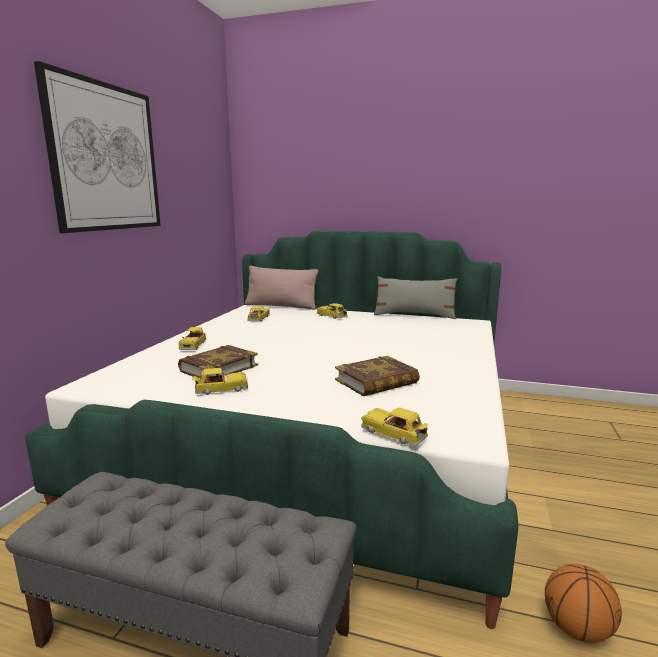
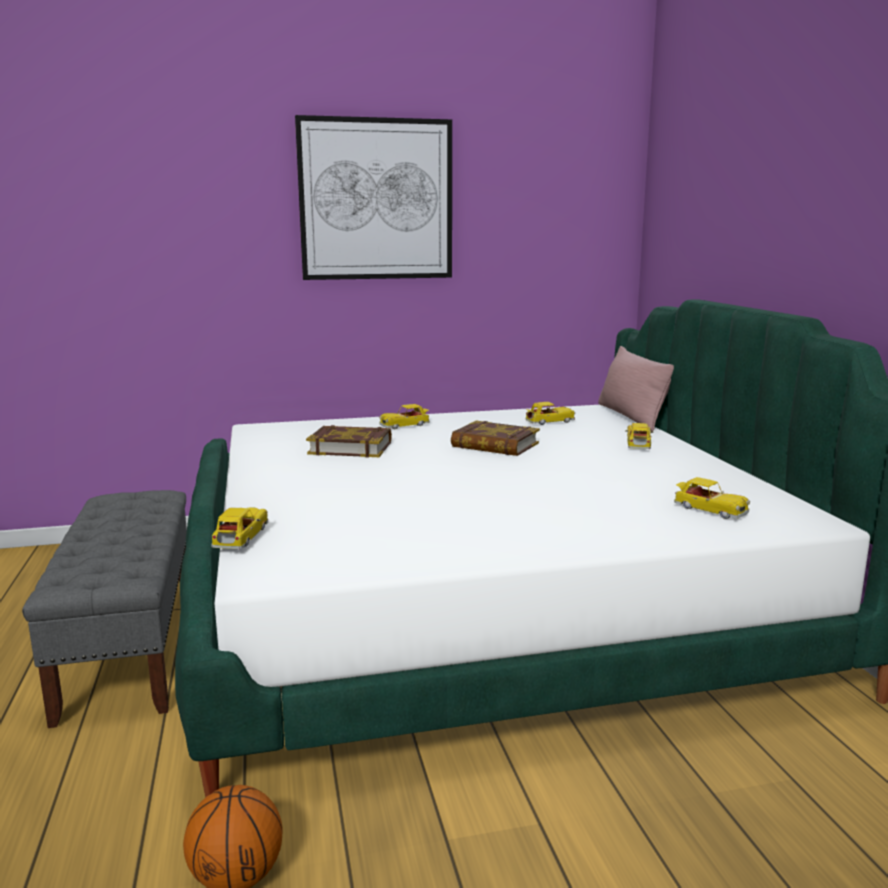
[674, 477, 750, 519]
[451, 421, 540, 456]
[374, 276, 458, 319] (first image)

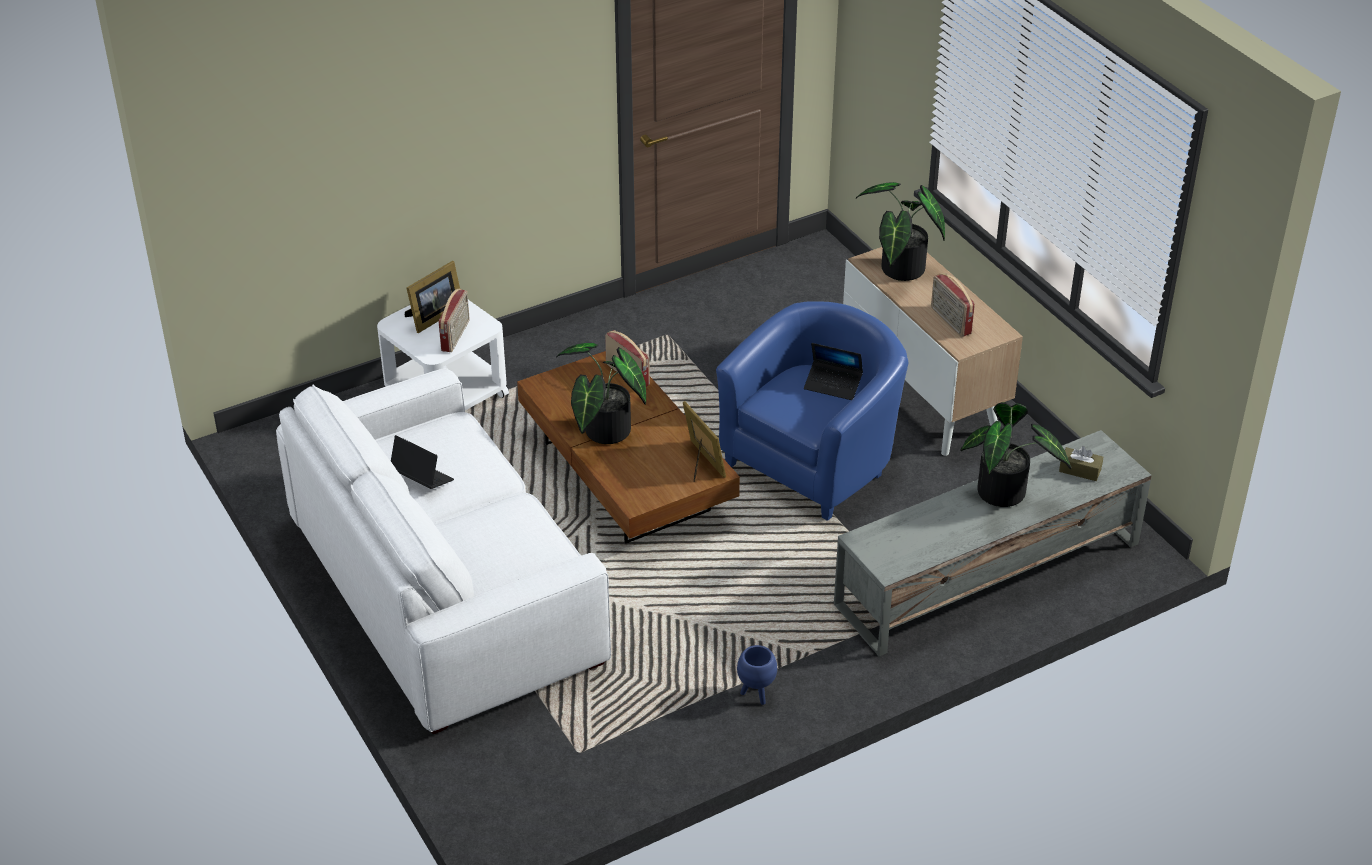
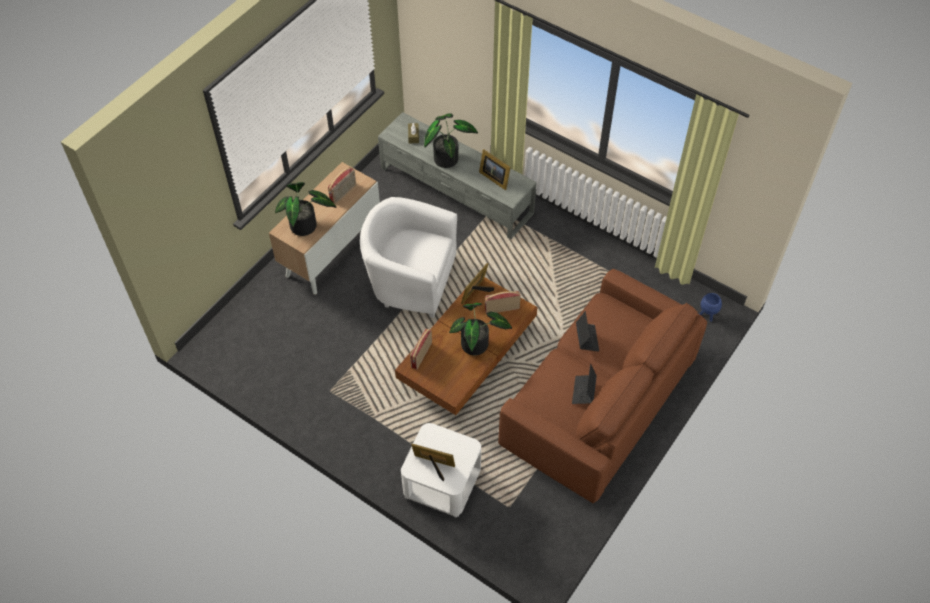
[498, 269, 707, 504]
[485, 291, 521, 313]
[360, 197, 457, 318]
[699, 293, 722, 322]
[576, 311, 599, 352]
[479, 149, 511, 190]

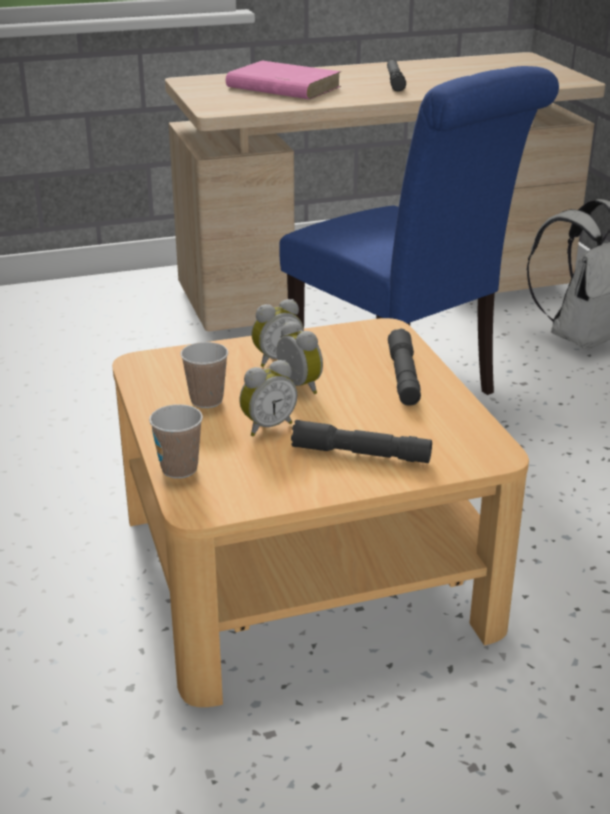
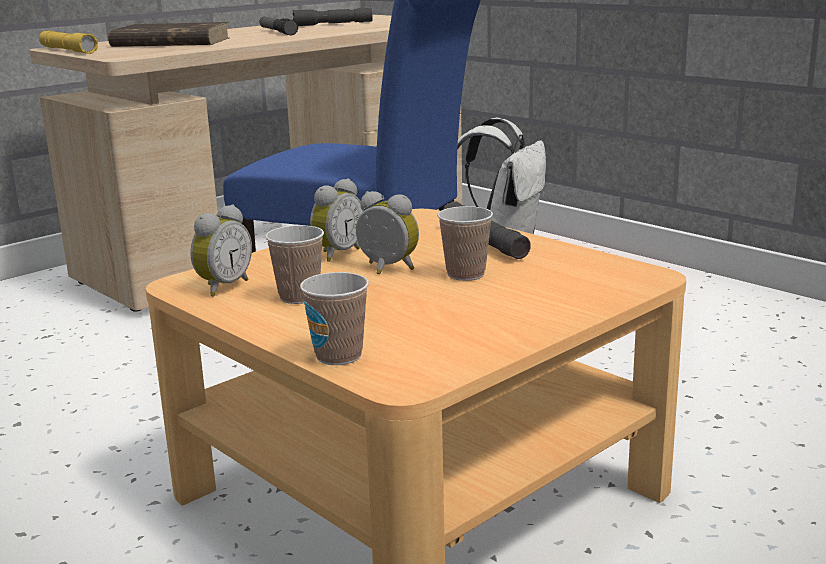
[108, 22, 230, 47]
[190, 205, 252, 296]
[293, 8, 373, 26]
[39, 31, 98, 54]
[437, 206, 493, 281]

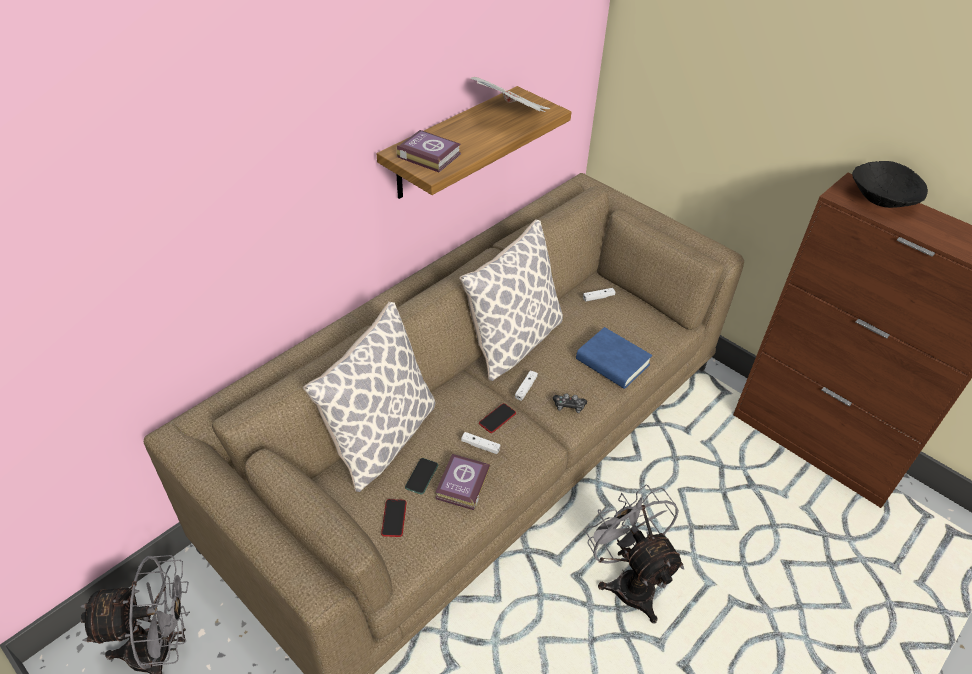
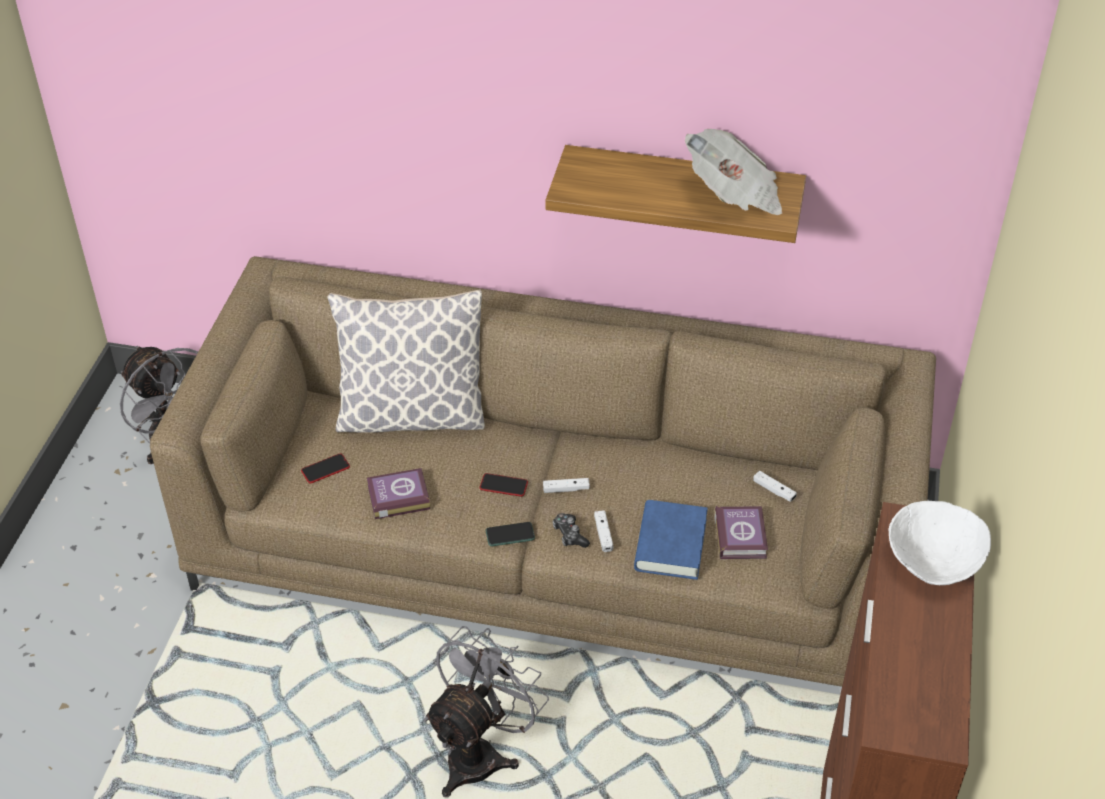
[715, 506, 768, 559]
[486, 522, 535, 546]
[459, 219, 563, 381] (first image)
[594, 510, 613, 552]
[888, 501, 991, 585]

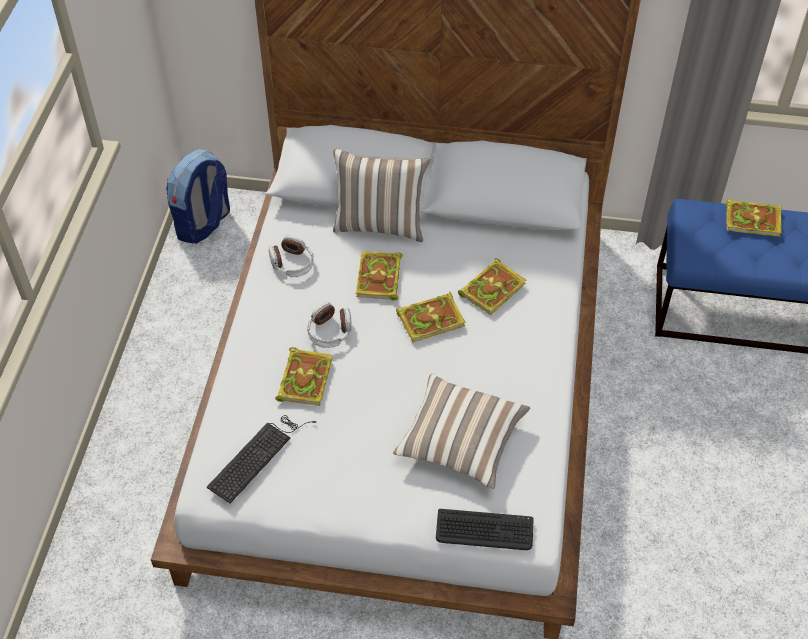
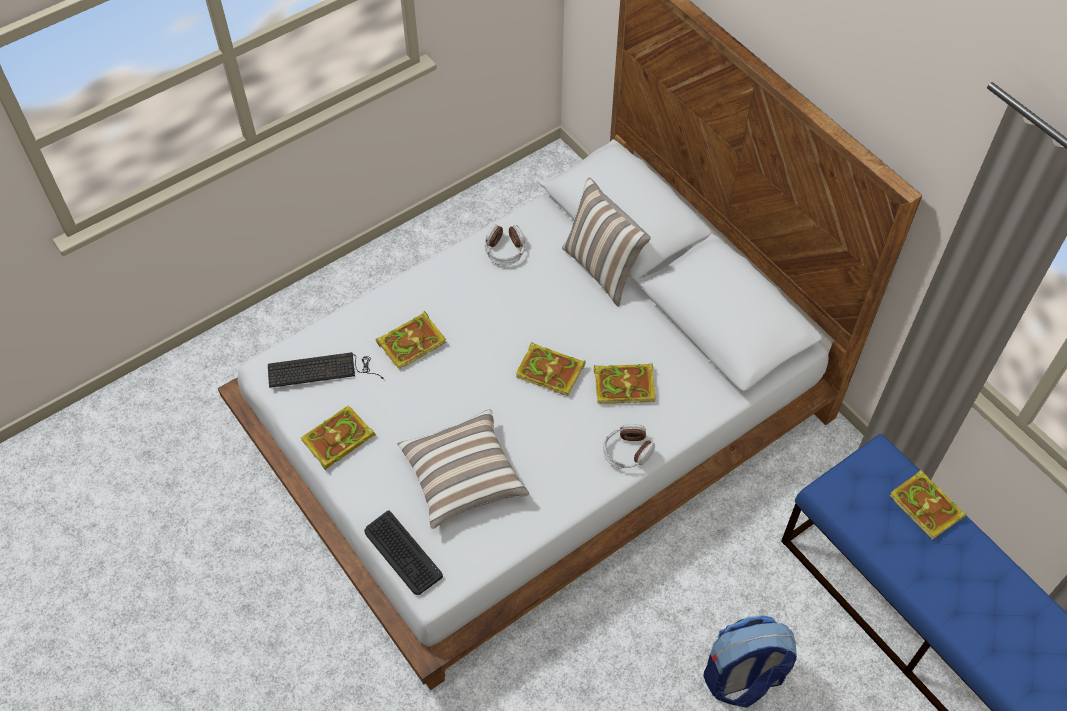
[703, 615, 797, 707]
[603, 424, 655, 469]
[301, 405, 376, 470]

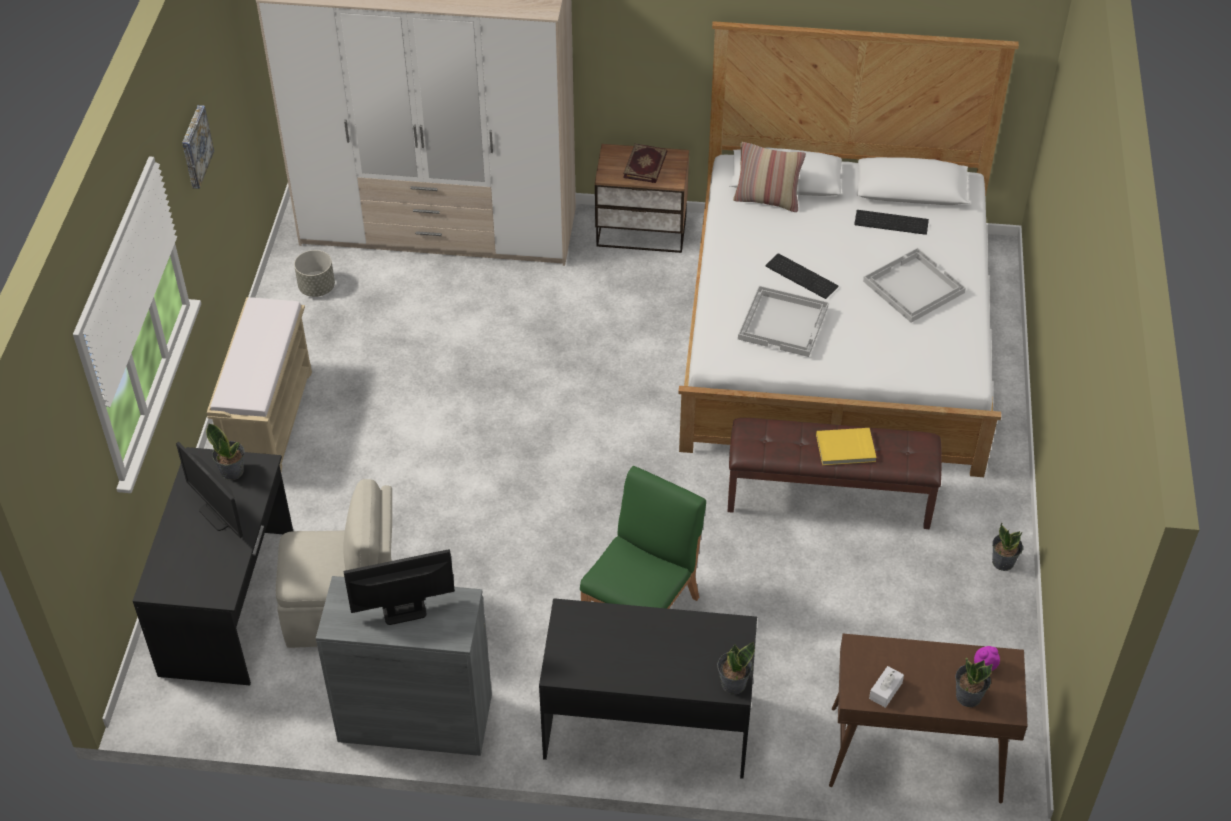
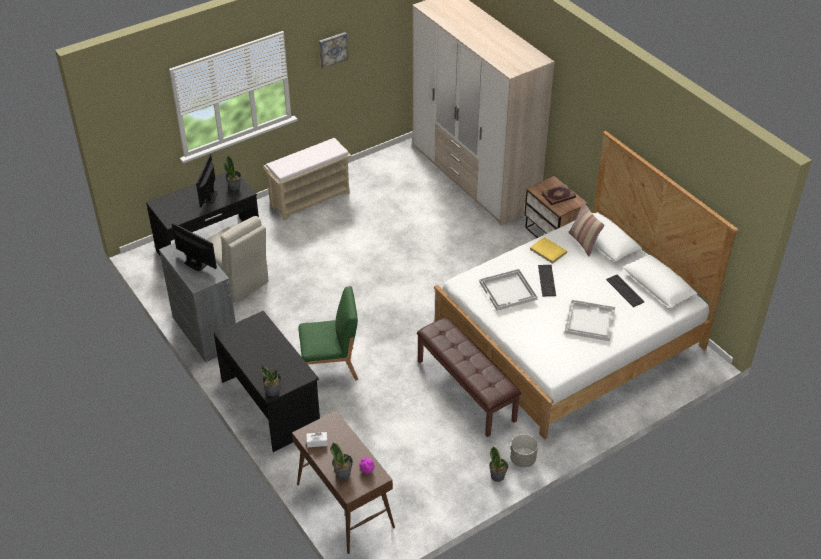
[510, 434, 538, 468]
[530, 237, 567, 264]

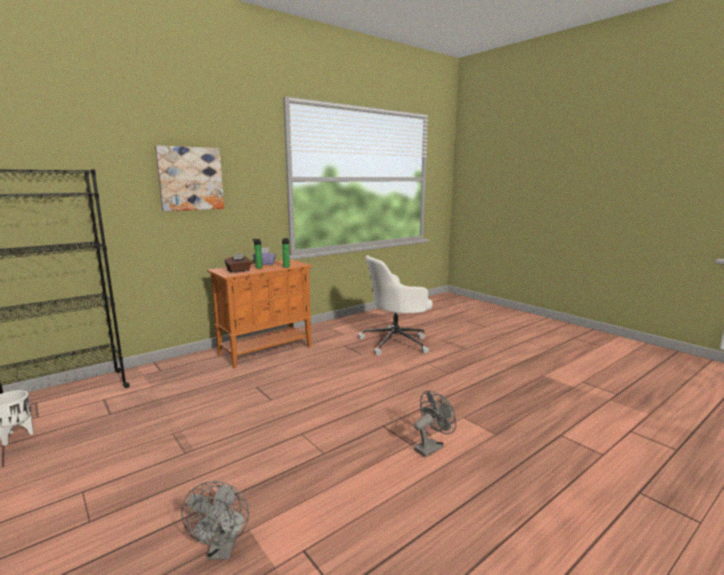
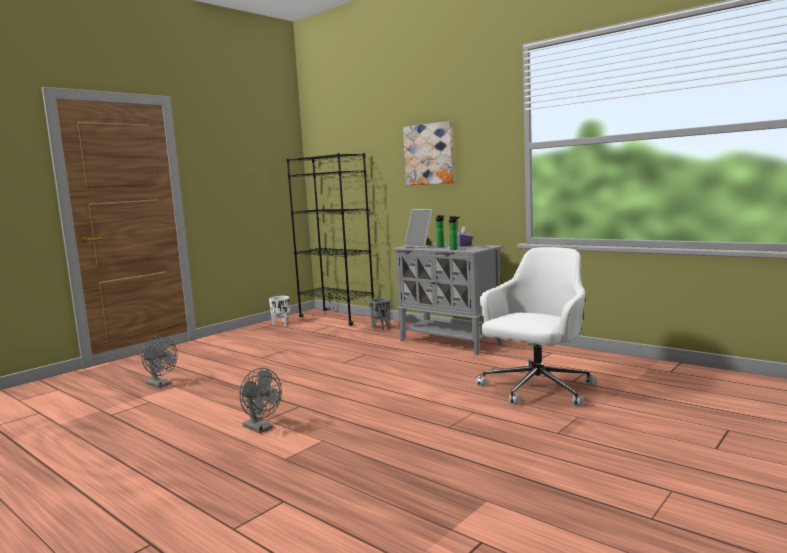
[141, 336, 177, 387]
[392, 243, 503, 355]
[404, 209, 432, 248]
[476, 247, 596, 406]
[369, 298, 390, 330]

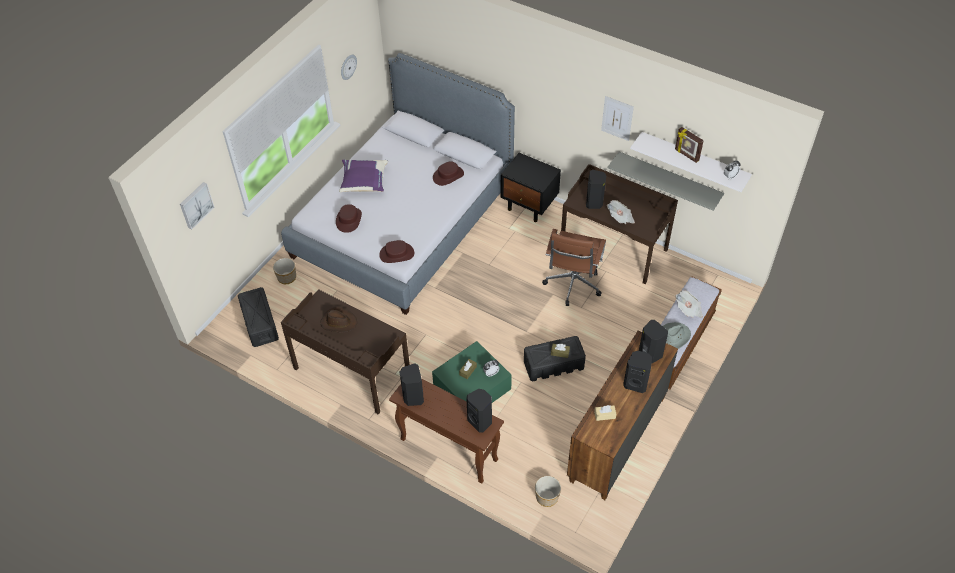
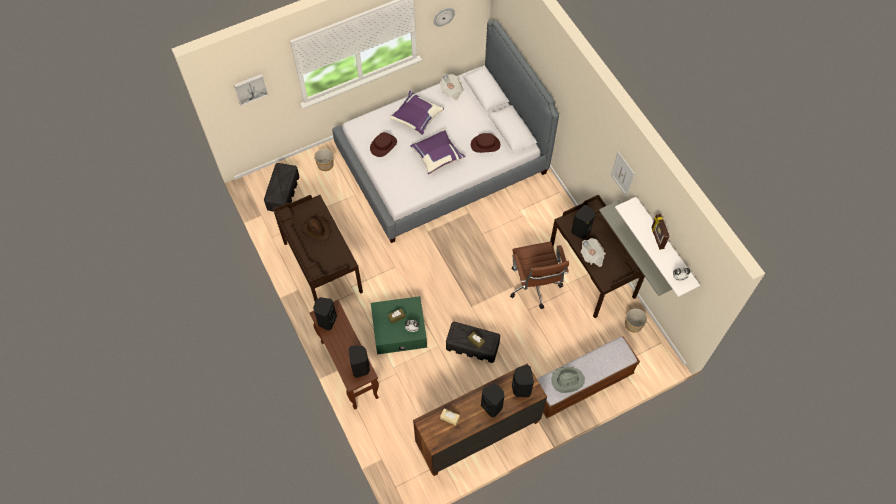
[379, 240, 414, 263] (first image)
[501, 153, 561, 222] (first image)
[625, 308, 647, 333]
[510, 242, 569, 309]
[440, 74, 464, 100]
[410, 129, 466, 175]

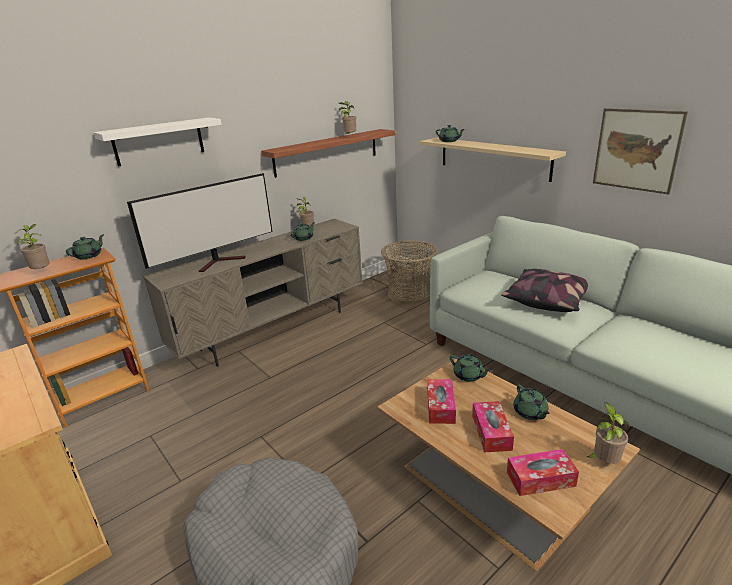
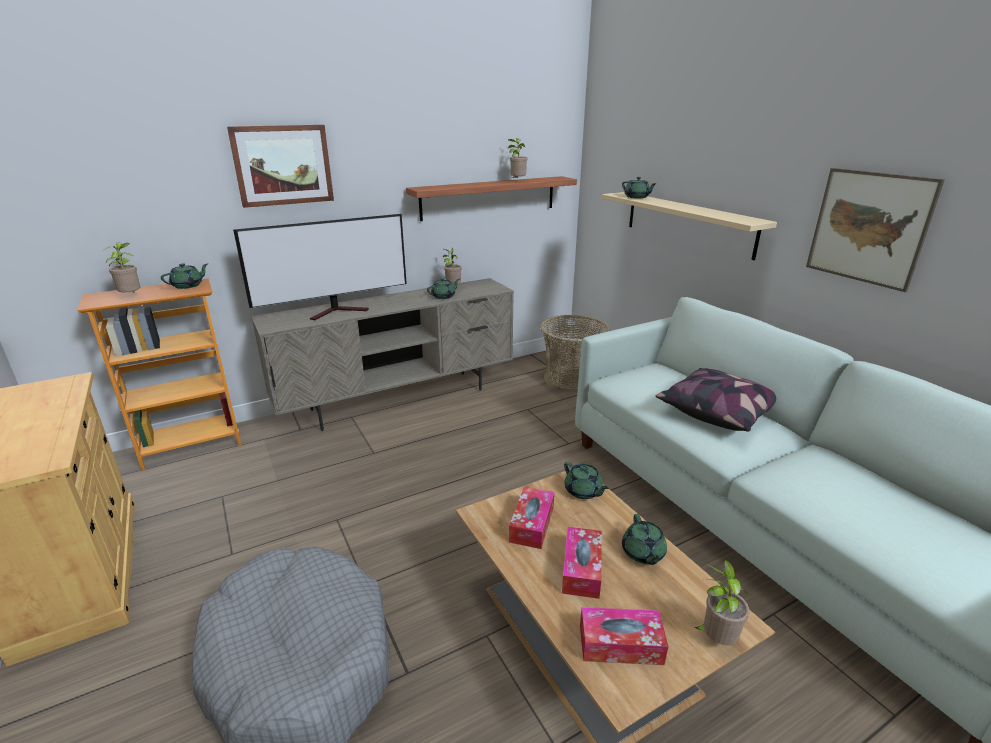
[227, 125, 334, 208]

